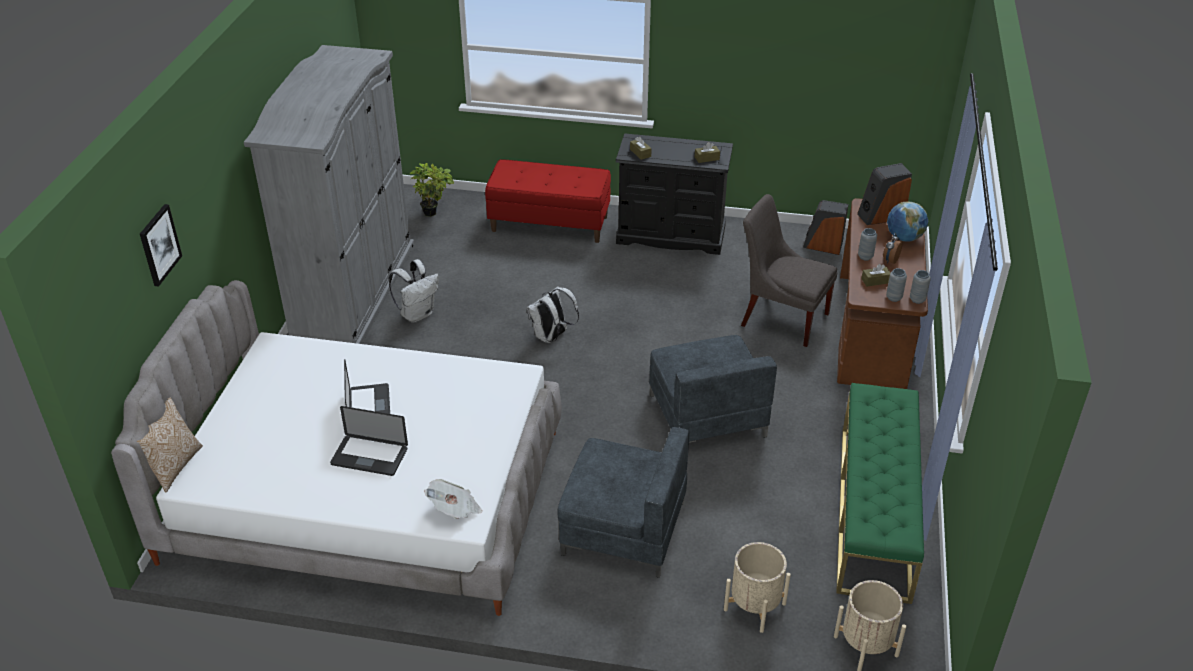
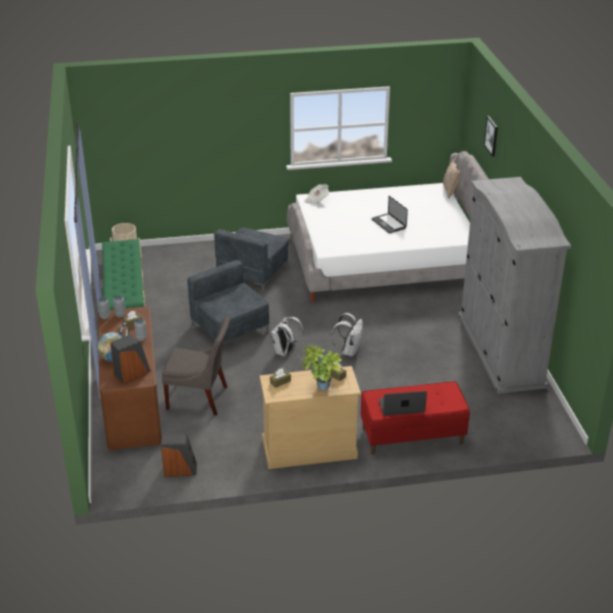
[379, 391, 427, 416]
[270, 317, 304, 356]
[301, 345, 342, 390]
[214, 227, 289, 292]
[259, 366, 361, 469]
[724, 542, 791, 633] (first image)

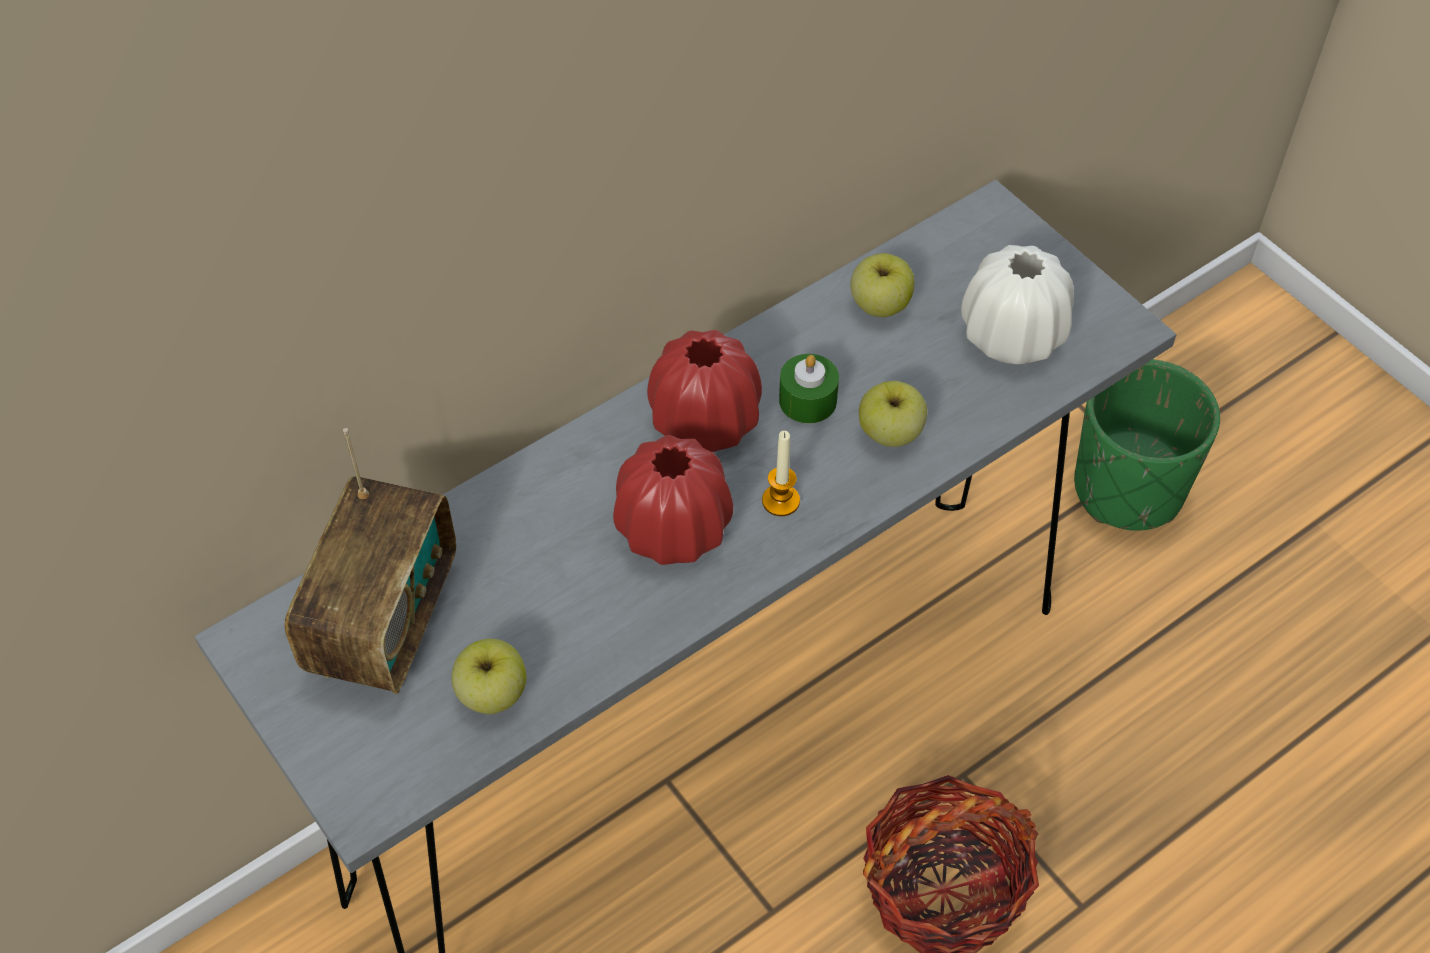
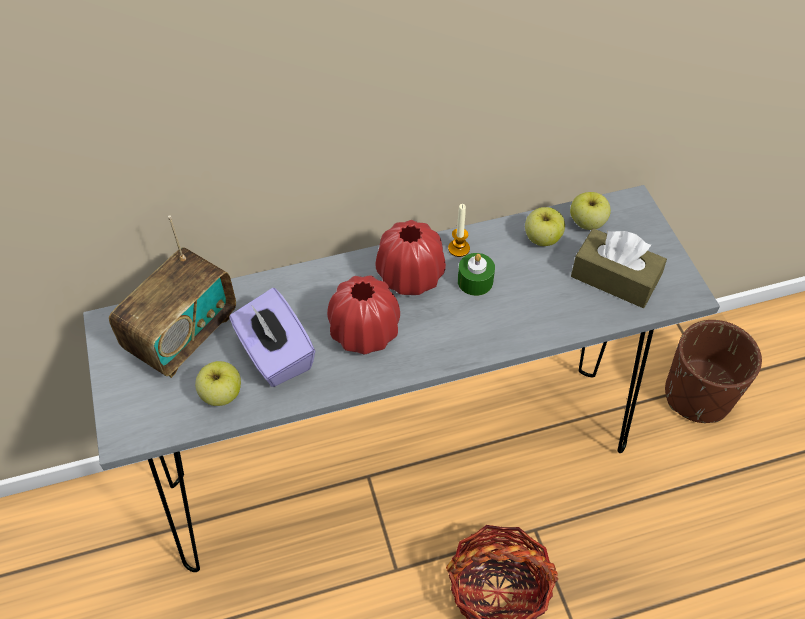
[448, 204, 470, 257]
[570, 192, 611, 230]
[571, 228, 667, 308]
[665, 320, 762, 423]
[229, 288, 315, 387]

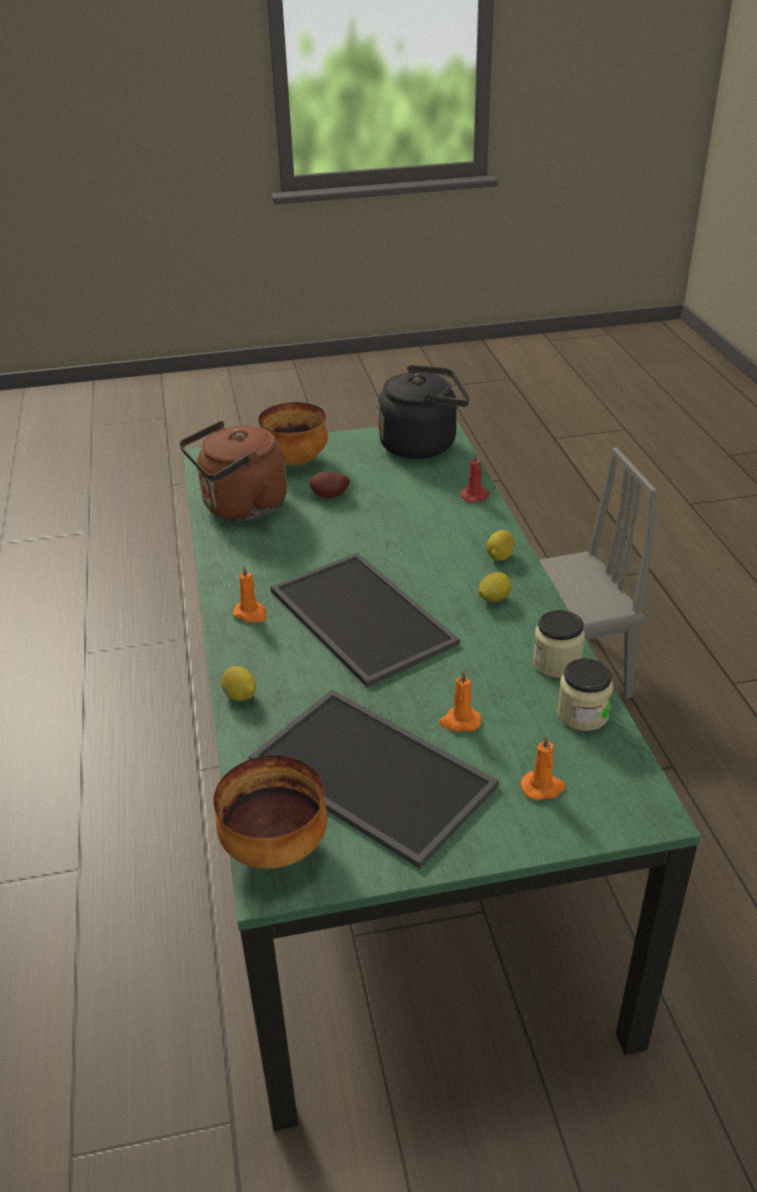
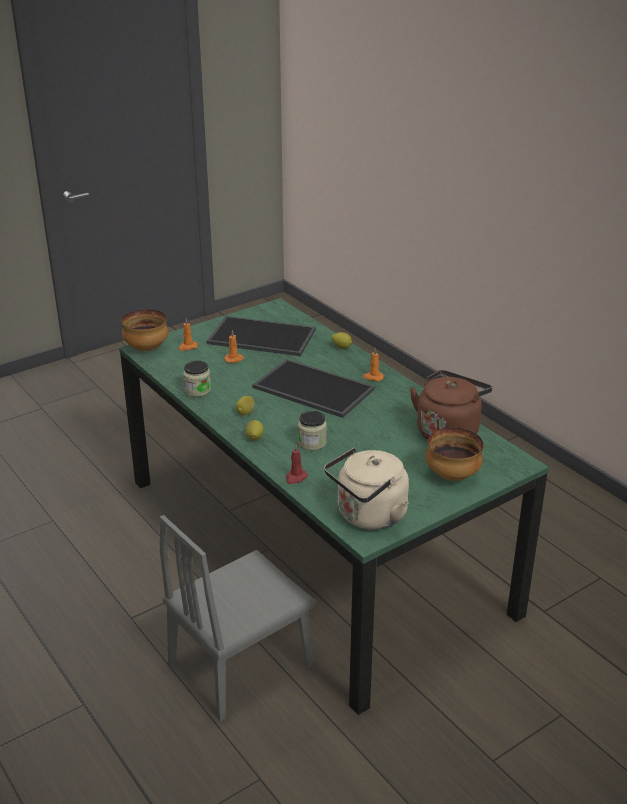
[121, 309, 168, 351]
[310, 472, 350, 498] (first image)
[324, 448, 409, 530]
[298, 411, 327, 450]

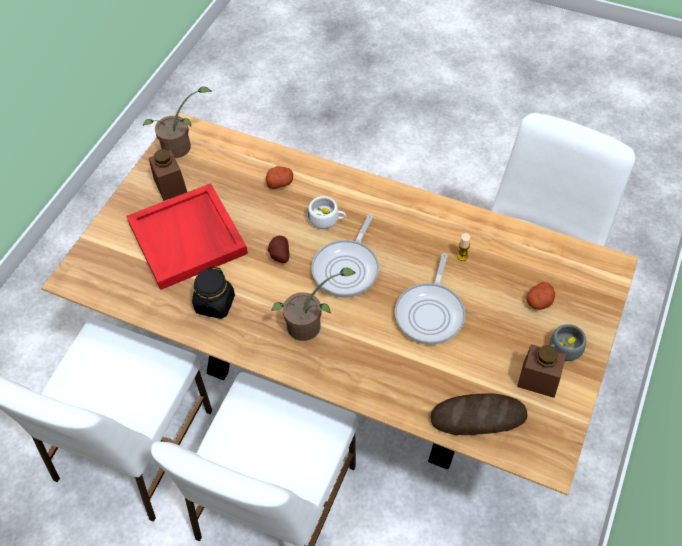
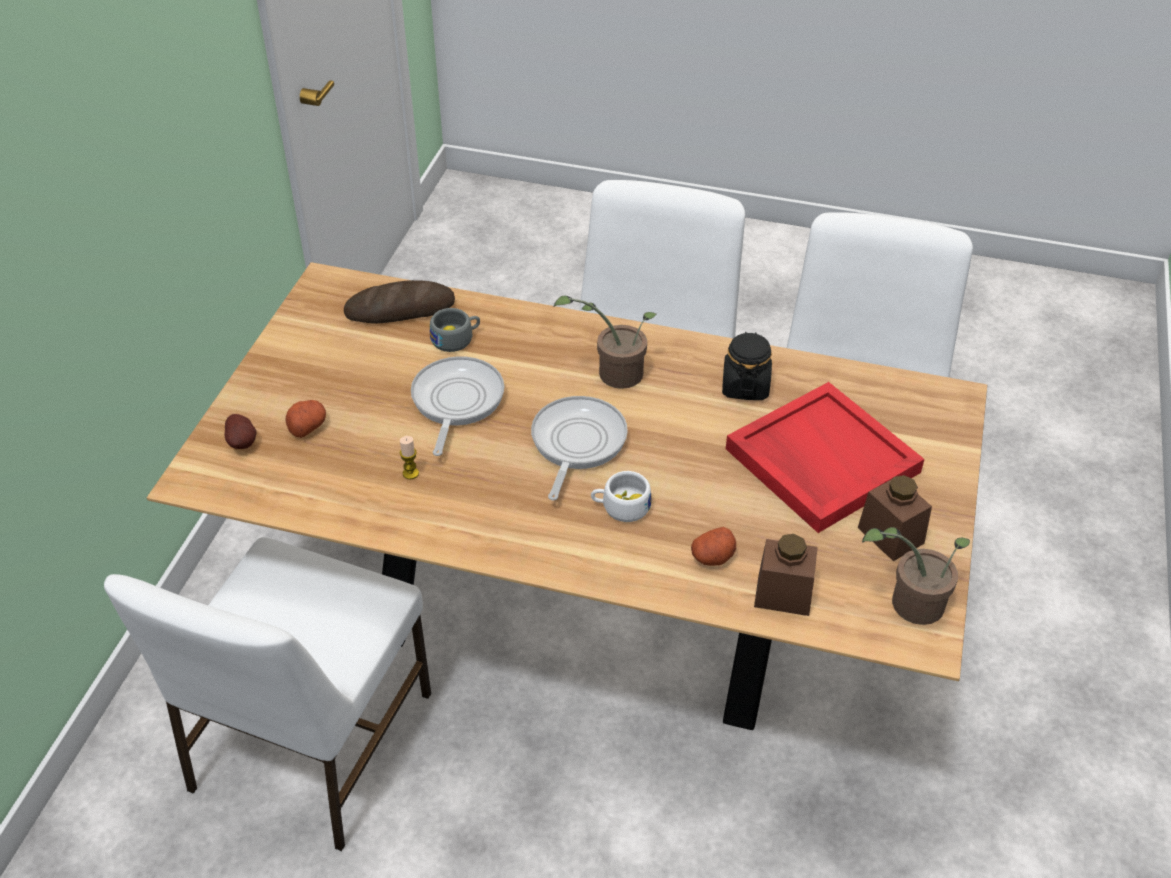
[224, 414, 257, 449]
[754, 534, 818, 616]
[430, 308, 480, 352]

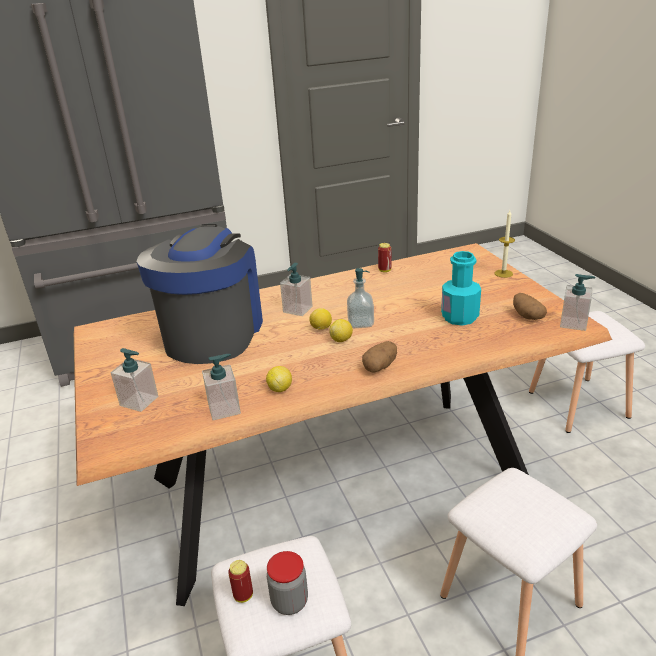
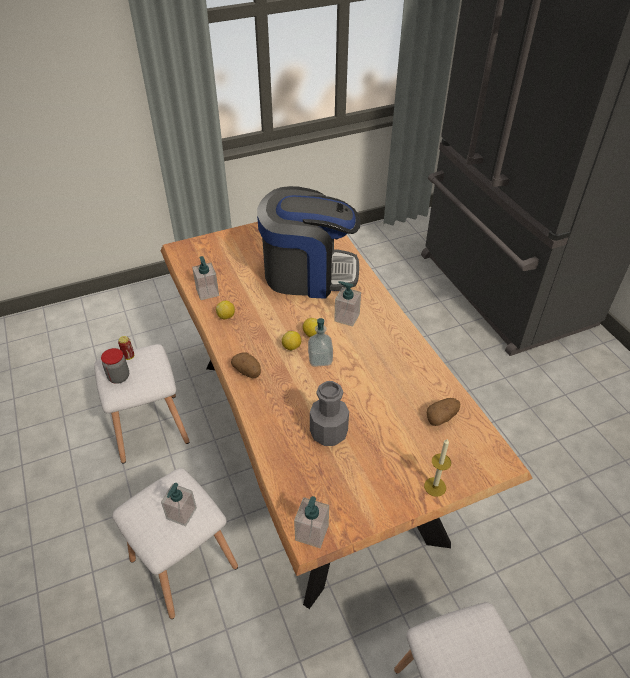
[161, 483, 197, 526]
[378, 243, 391, 272] (first image)
[310, 381, 349, 446]
[427, 398, 460, 426]

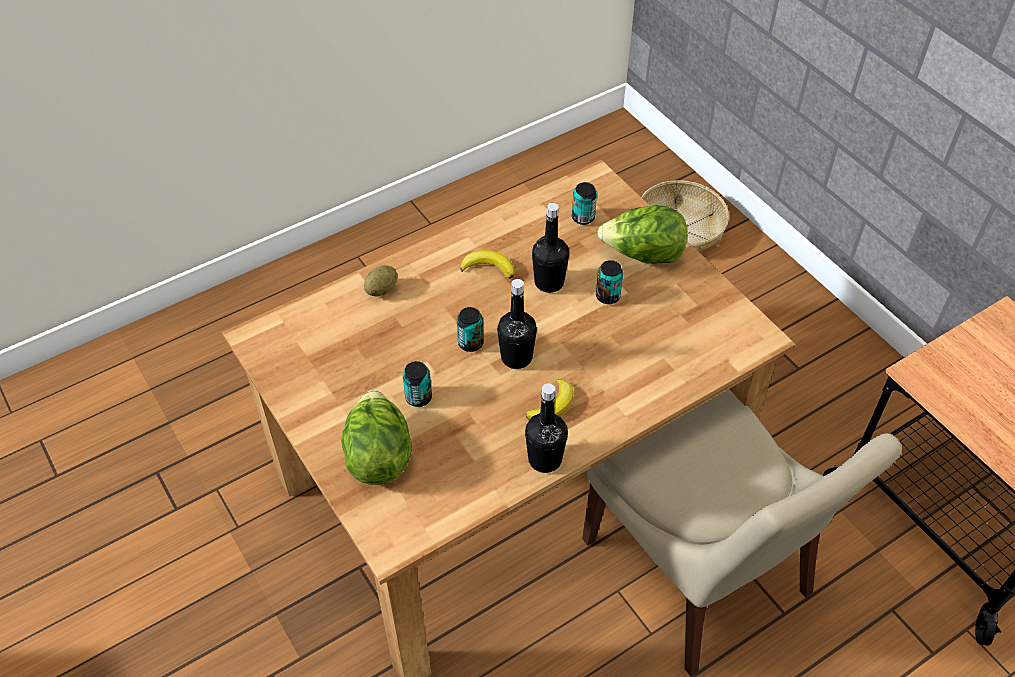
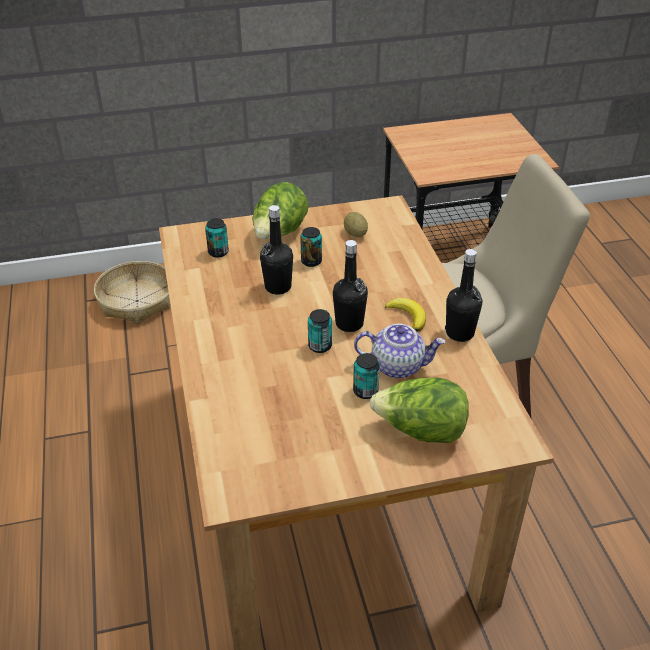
[344, 212, 368, 237]
[460, 250, 515, 279] (first image)
[354, 324, 445, 378]

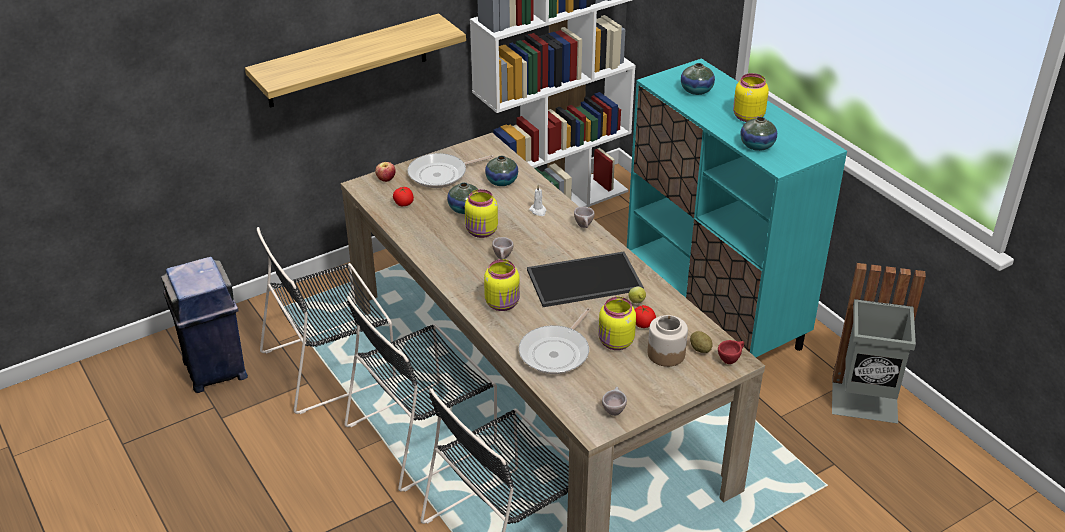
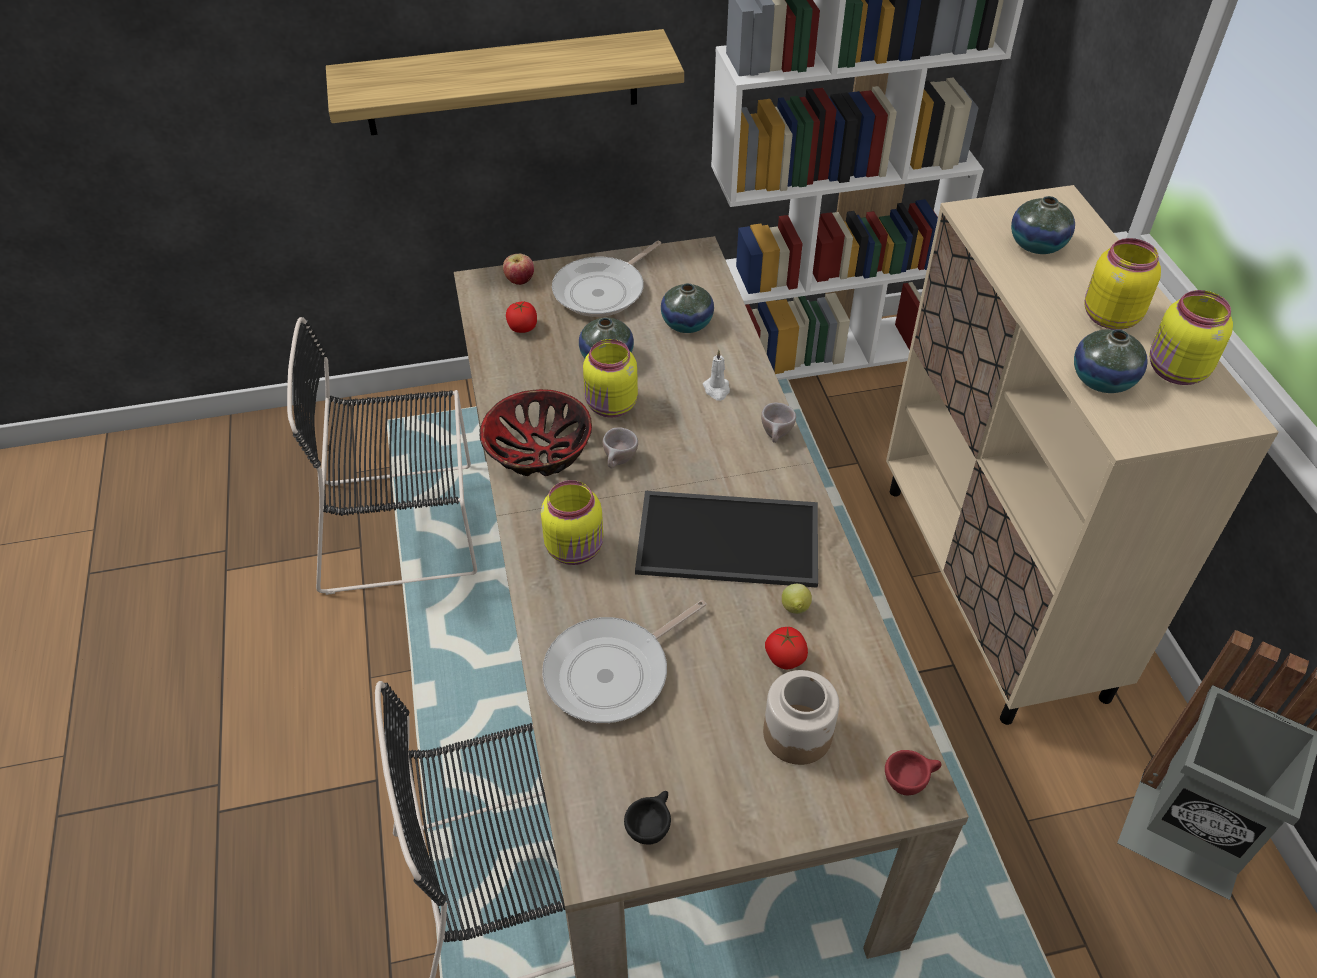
[161, 257, 248, 393] (first image)
[345, 296, 497, 492] (first image)
[552, 240, 661, 317]
[1149, 290, 1233, 385]
[624, 791, 671, 844]
[886, 185, 1279, 725]
[690, 331, 712, 353] (first image)
[480, 389, 592, 476]

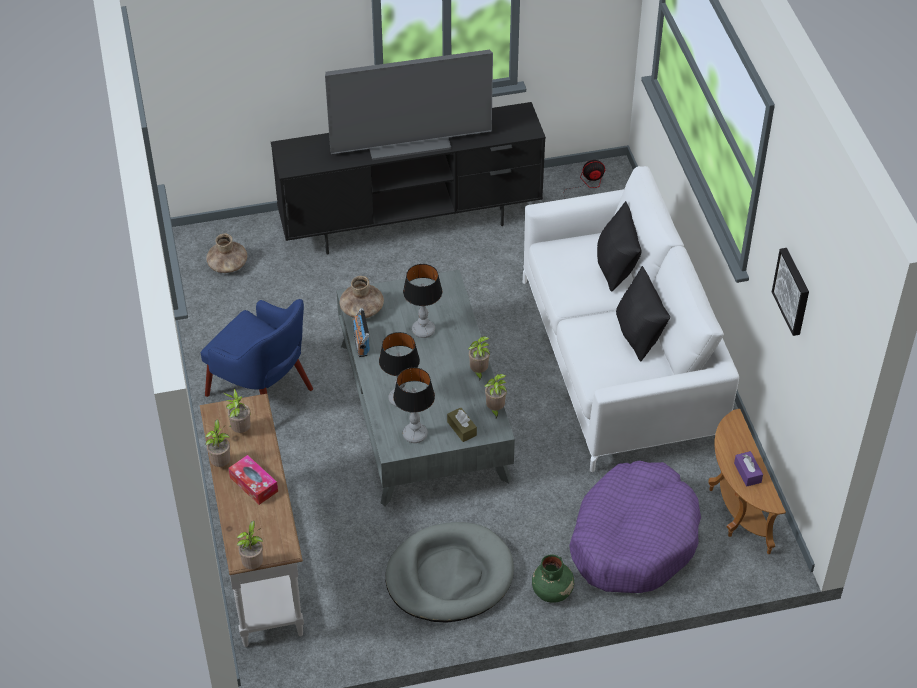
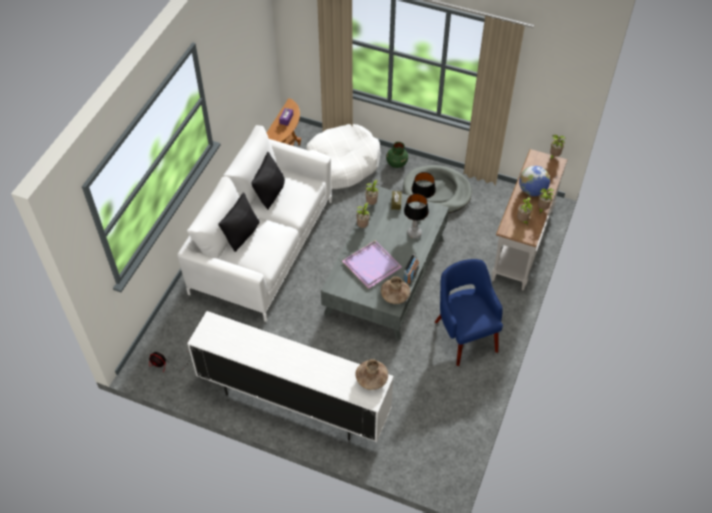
[355, 359, 388, 390]
[519, 166, 550, 196]
[187, 311, 394, 442]
[325, 50, 493, 160] (first image)
[342, 240, 402, 289]
[306, 124, 381, 189]
[772, 248, 809, 336] (first image)

